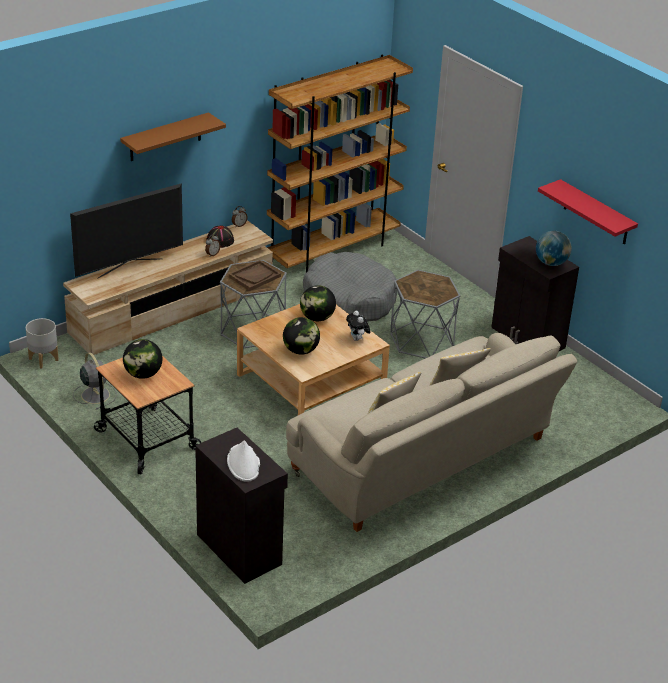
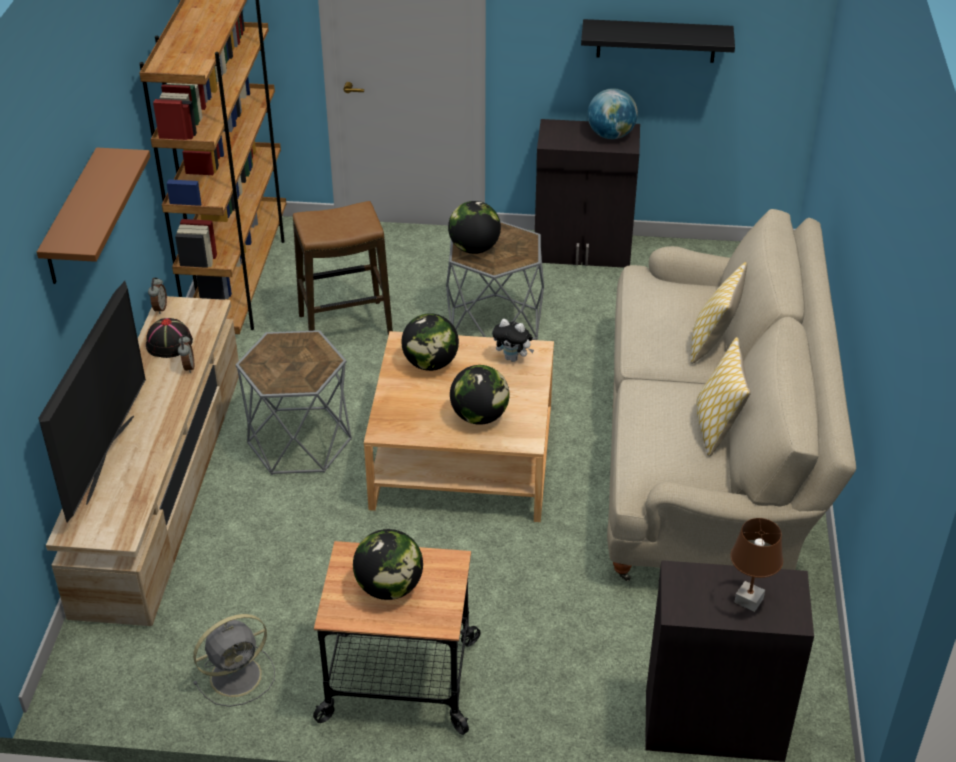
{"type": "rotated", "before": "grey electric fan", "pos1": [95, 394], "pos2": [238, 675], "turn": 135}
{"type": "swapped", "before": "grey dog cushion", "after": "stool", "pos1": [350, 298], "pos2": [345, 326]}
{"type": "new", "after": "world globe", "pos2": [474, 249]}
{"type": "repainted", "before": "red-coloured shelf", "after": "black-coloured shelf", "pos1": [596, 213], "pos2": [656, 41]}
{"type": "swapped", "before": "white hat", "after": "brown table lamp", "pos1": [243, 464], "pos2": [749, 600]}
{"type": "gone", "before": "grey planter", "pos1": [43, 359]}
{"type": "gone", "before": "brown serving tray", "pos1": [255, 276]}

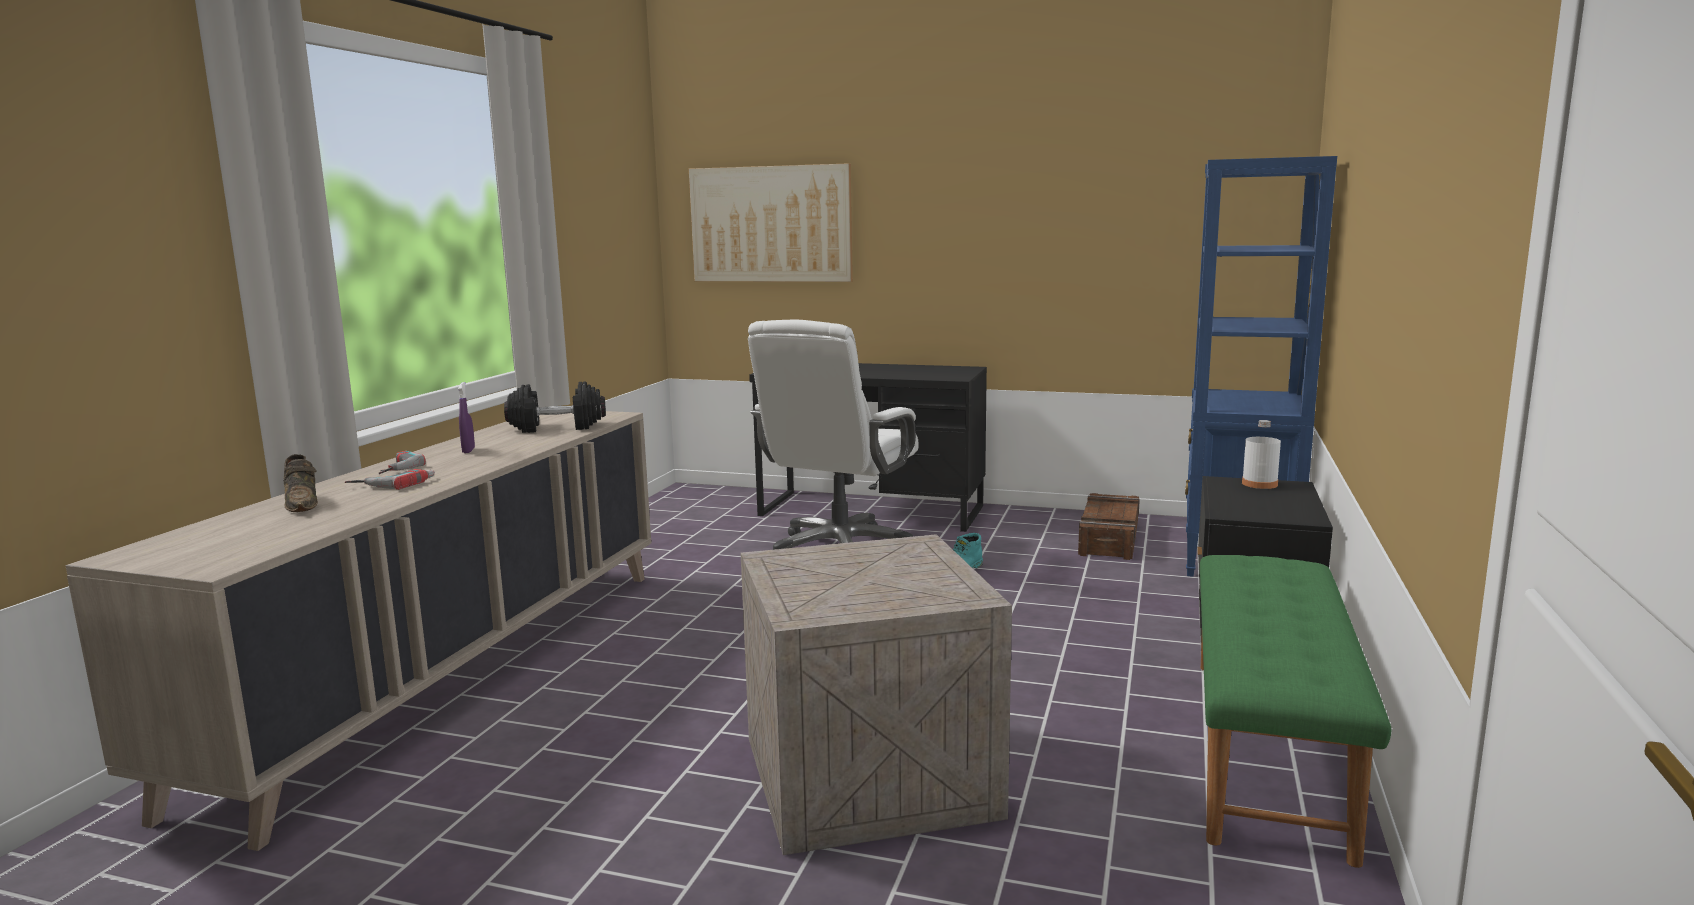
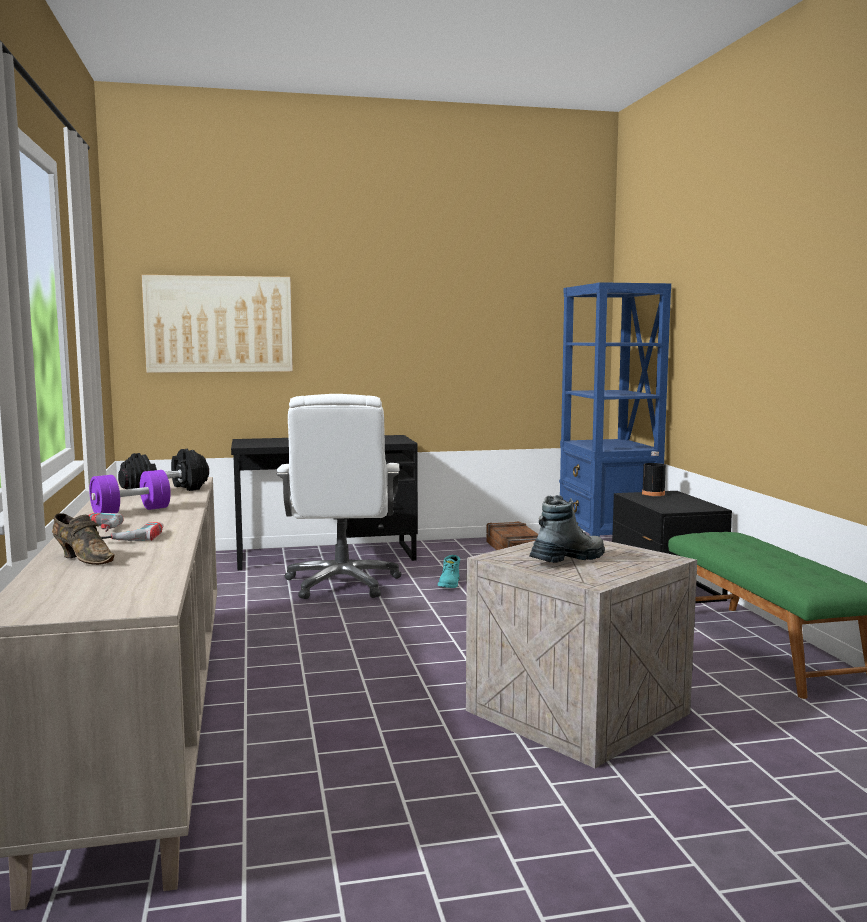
{"type": "swapped", "before": "purple sprayer", "after": "purple free weight", "pos1": [468, 450], "pos2": [131, 511]}
{"type": "new", "after": "boot", "pos2": [567, 559]}
{"type": "repainted", "before": "white bottle", "after": "black-coloured bottle", "pos1": [1259, 484], "pos2": [653, 494]}

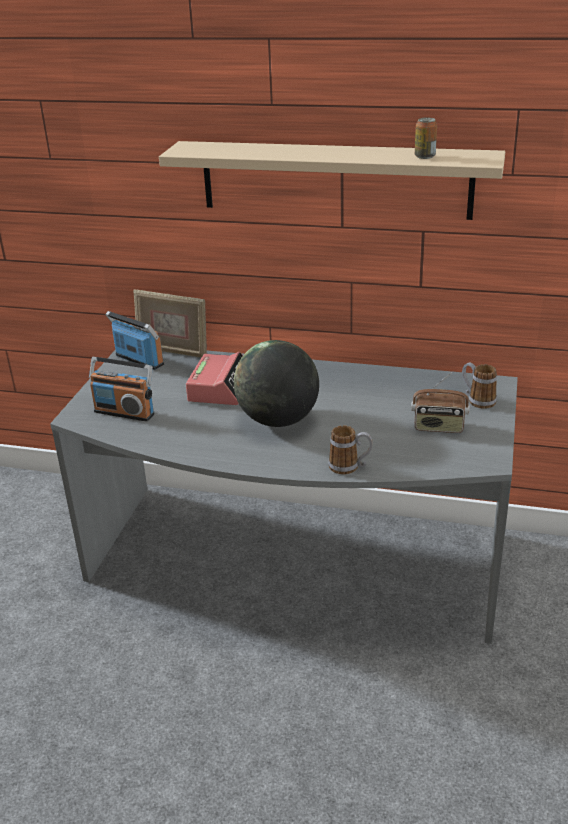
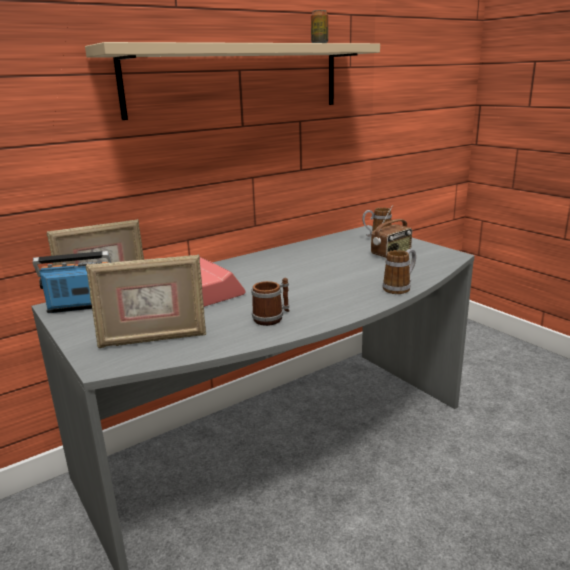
{"type": "swapped", "before": "radio receiver", "after": "standing frame", "pos1": [124, 412], "pos2": [153, 339]}
{"type": "new", "after": "tea mug", "pos2": [272, 318]}
{"type": "gone", "before": "world globe", "pos1": [278, 420]}

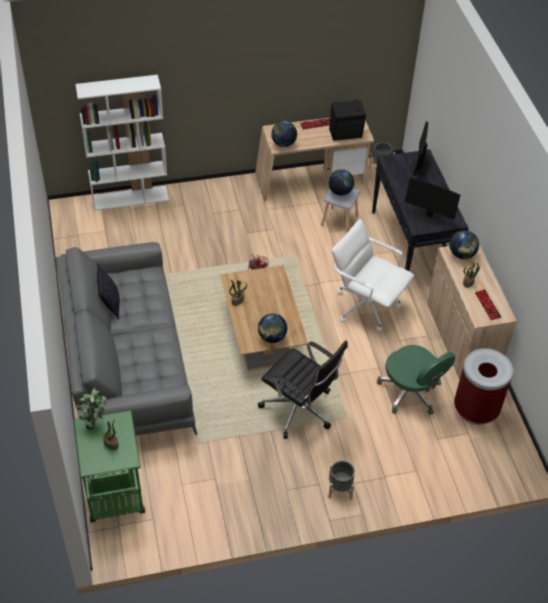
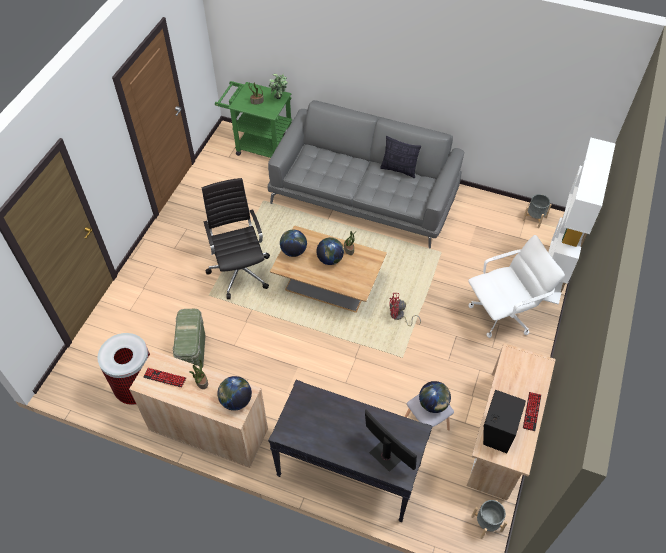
{"type": "swapped", "before": "greenish computer chair", "after": "greenish storage box", "pos1": [411, 392], "pos2": [193, 352]}
{"type": "rotated", "before": "black-coloured computer chair", "pos1": [300, 410], "pos2": [240, 270], "turn": 90}
{"type": "shifted", "before": "world globe", "pos1": [283, 144], "pos2": [330, 259]}
{"type": "shifted", "before": "white computer chair", "pos1": [366, 306], "pos2": [503, 314]}
{"type": "shifted", "before": "grey planter", "pos1": [340, 488], "pos2": [534, 218]}
{"type": "gone", "before": "computer screen", "pos1": [429, 216]}

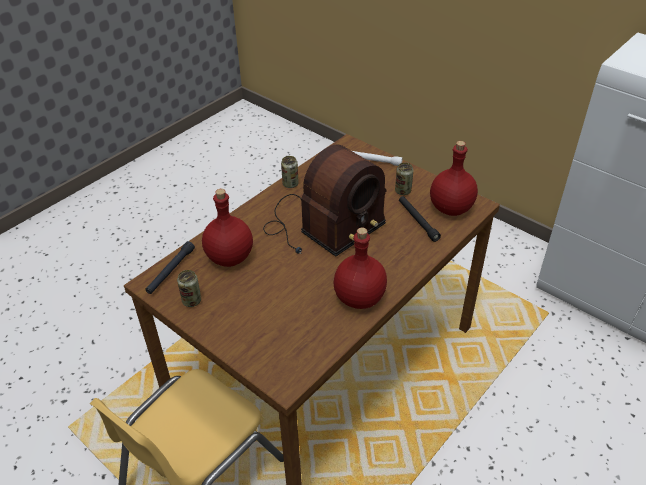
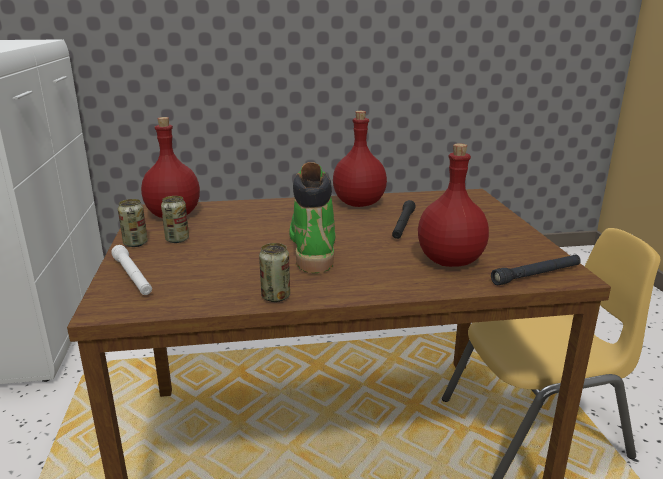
{"type": "shifted", "before": "can", "pos1": [192, 301], "pos2": [135, 243]}
{"type": "swapped", "before": "radio receiver", "after": "greenish boot", "pos1": [322, 226], "pos2": [312, 247]}
{"type": "shifted", "before": "black-coloured hand torch", "pos1": [417, 221], "pos2": [403, 225]}

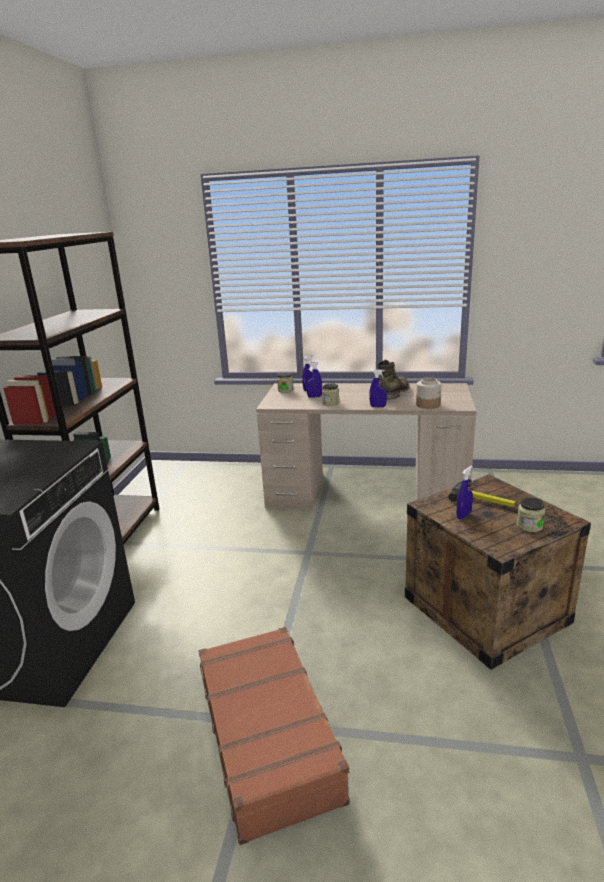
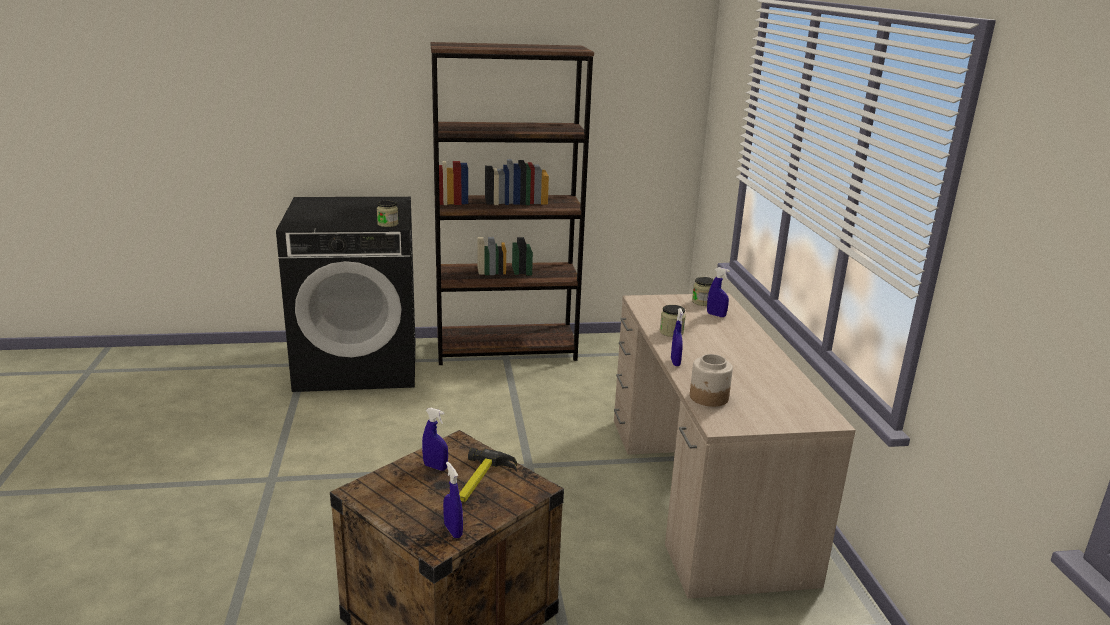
{"type": "shifted", "before": "preserve jar", "pos1": [529, 526], "pos2": [387, 224]}
{"type": "shifted", "before": "blue-coloured sprayer", "pos1": [314, 397], "pos2": [453, 531]}
{"type": "gone", "before": "brown travel case", "pos1": [269, 736]}
{"type": "gone", "before": "greenish boot", "pos1": [394, 393]}

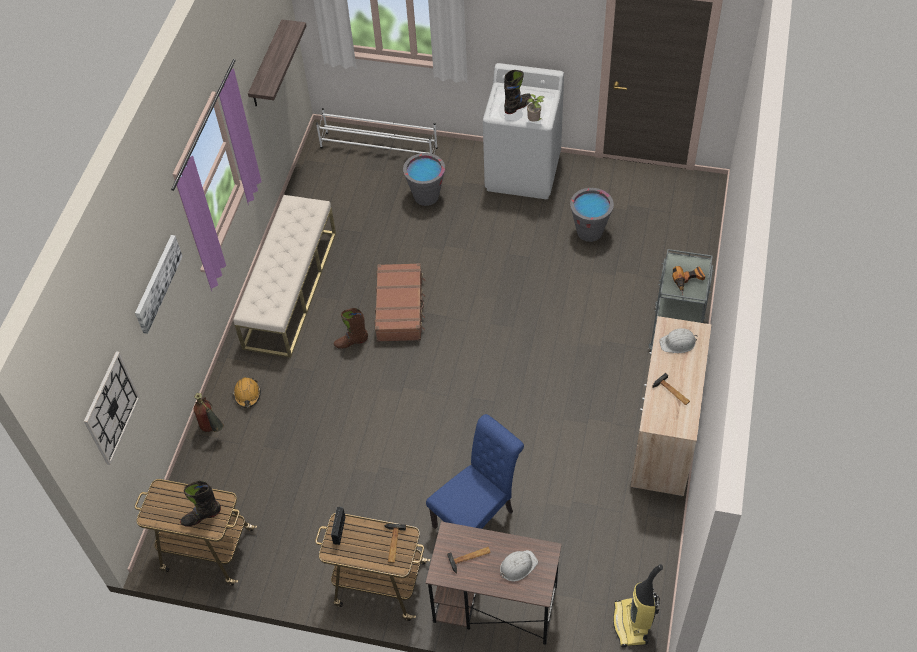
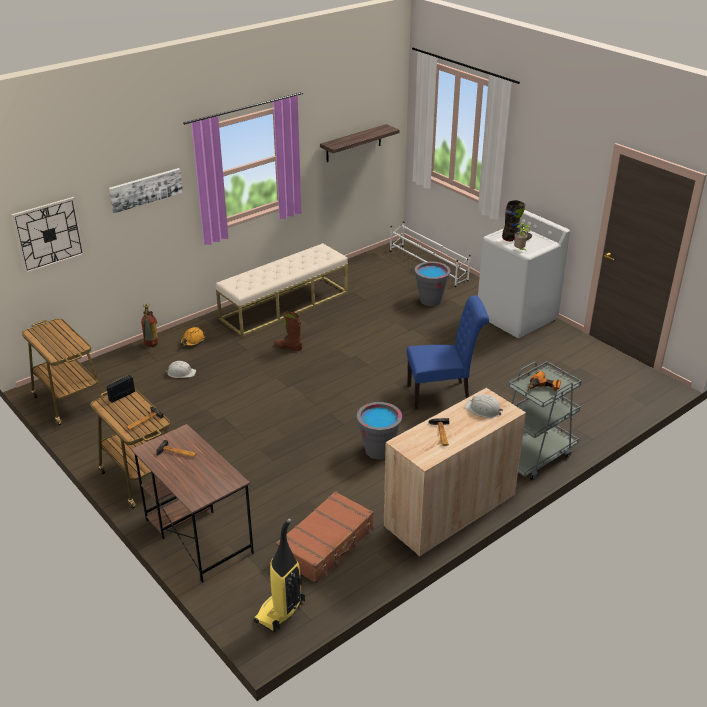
{"type": "shifted", "before": "white hard hat", "pos1": [517, 566], "pos2": [181, 373]}
{"type": "shifted", "before": "brown travel case", "pos1": [400, 308], "pos2": [327, 544]}
{"type": "shifted", "before": "grey pail", "pos1": [589, 231], "pos2": [378, 450]}
{"type": "shifted", "before": "blue-coloured chair", "pos1": [477, 516], "pos2": [442, 394]}
{"type": "gone", "before": "black-coloured boot", "pos1": [201, 516]}

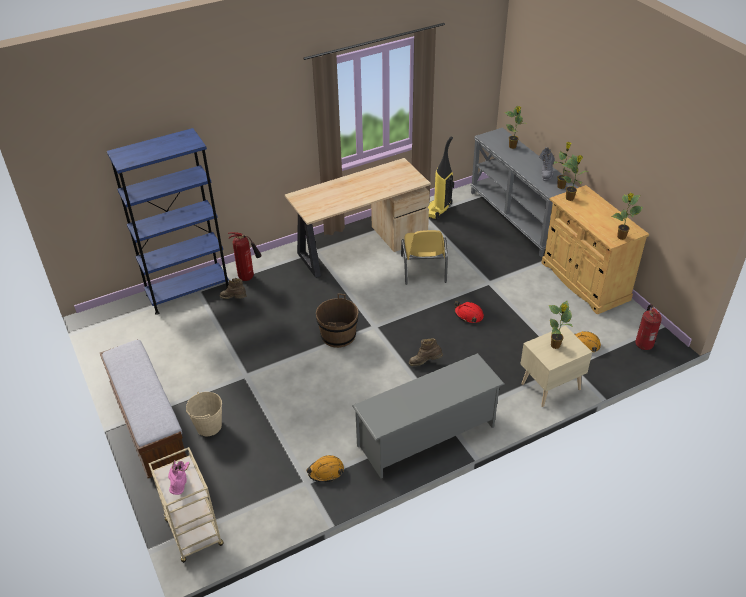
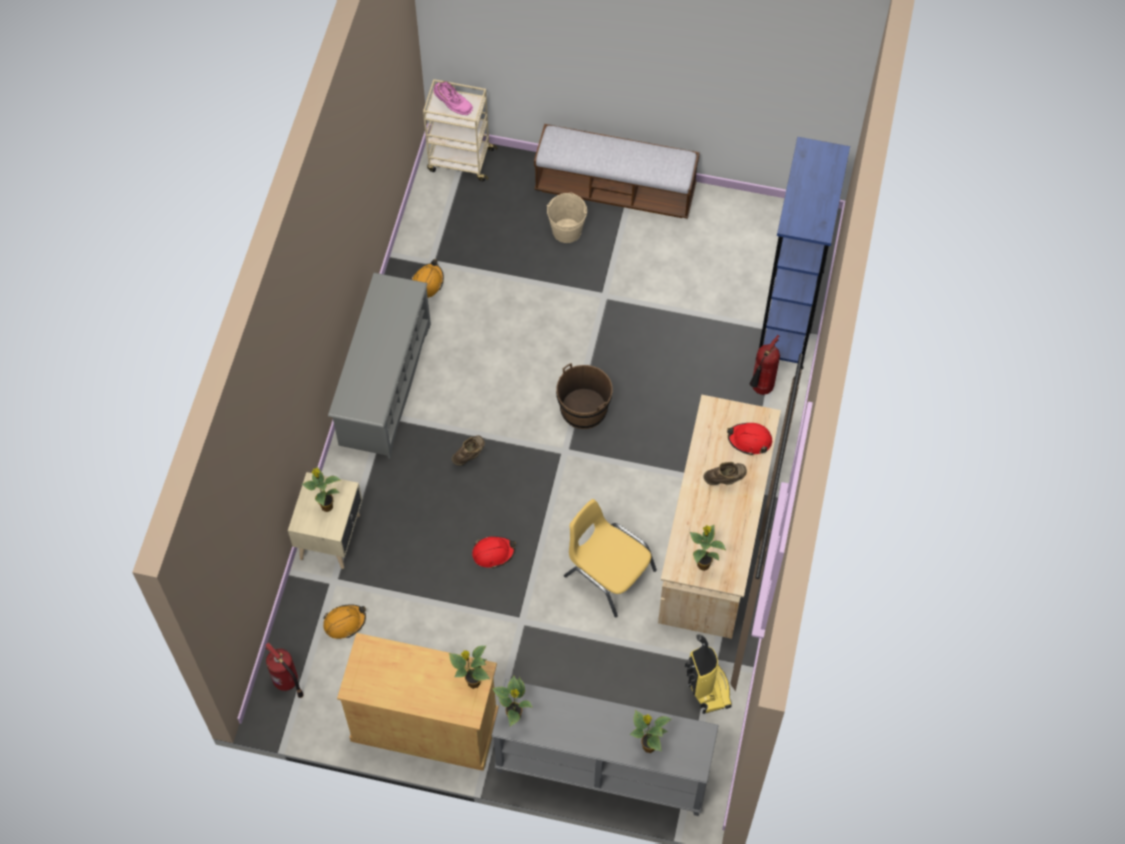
{"type": "shifted", "before": "potted plant", "pos1": [621, 237], "pos2": [703, 564]}
{"type": "shifted", "before": "brown boot", "pos1": [234, 299], "pos2": [725, 480]}
{"type": "new", "after": "red-coloured hard hat", "pos2": [749, 440]}
{"type": "gone", "before": "grey boot", "pos1": [546, 173]}

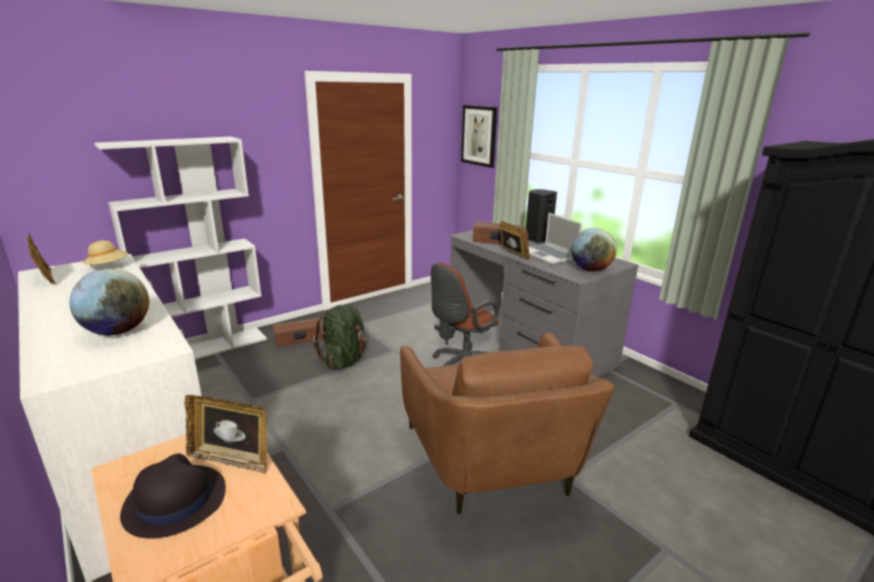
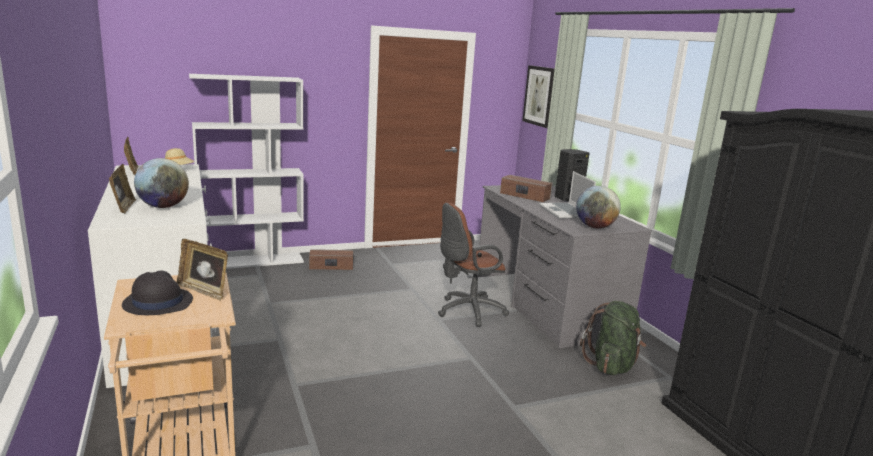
{"type": "shifted", "before": "standing frame", "pos1": [512, 255], "pos2": [124, 208]}
{"type": "shifted", "before": "greenish backpack", "pos1": [344, 360], "pos2": [611, 365]}
{"type": "gone", "before": "brown easy chair", "pos1": [494, 461]}

